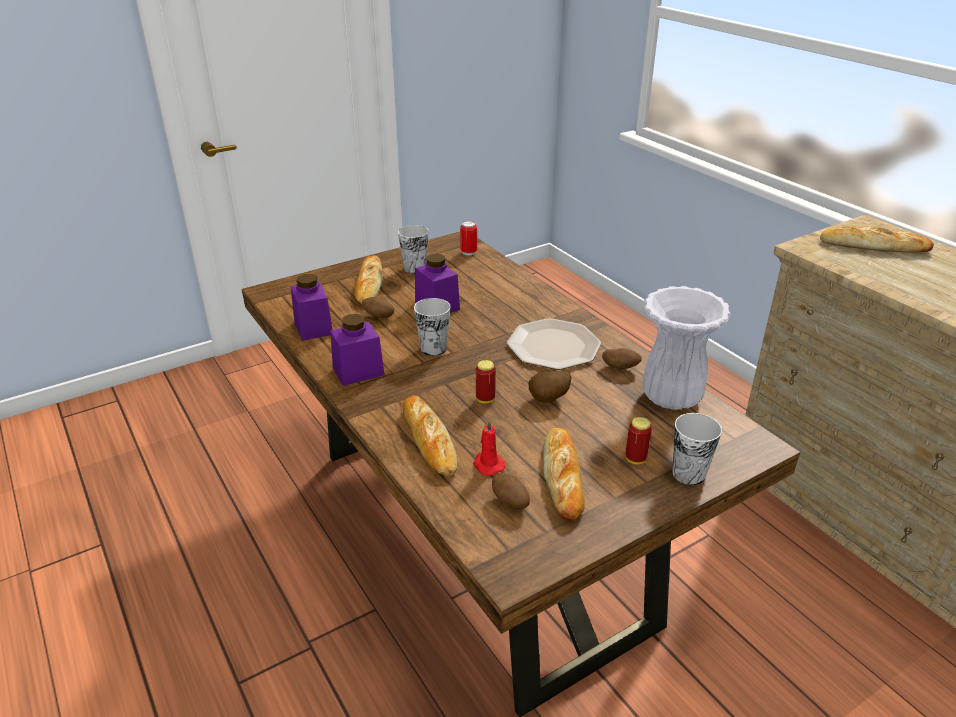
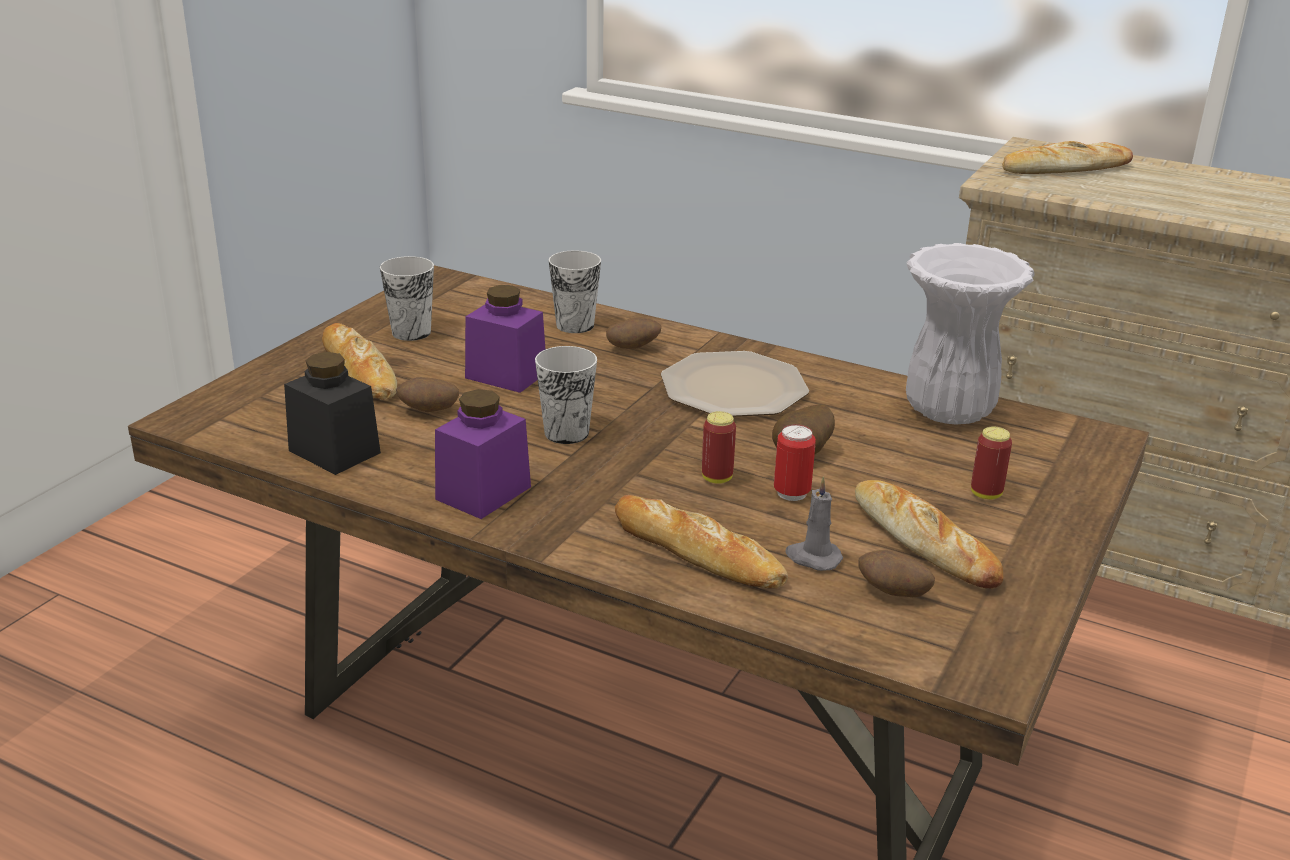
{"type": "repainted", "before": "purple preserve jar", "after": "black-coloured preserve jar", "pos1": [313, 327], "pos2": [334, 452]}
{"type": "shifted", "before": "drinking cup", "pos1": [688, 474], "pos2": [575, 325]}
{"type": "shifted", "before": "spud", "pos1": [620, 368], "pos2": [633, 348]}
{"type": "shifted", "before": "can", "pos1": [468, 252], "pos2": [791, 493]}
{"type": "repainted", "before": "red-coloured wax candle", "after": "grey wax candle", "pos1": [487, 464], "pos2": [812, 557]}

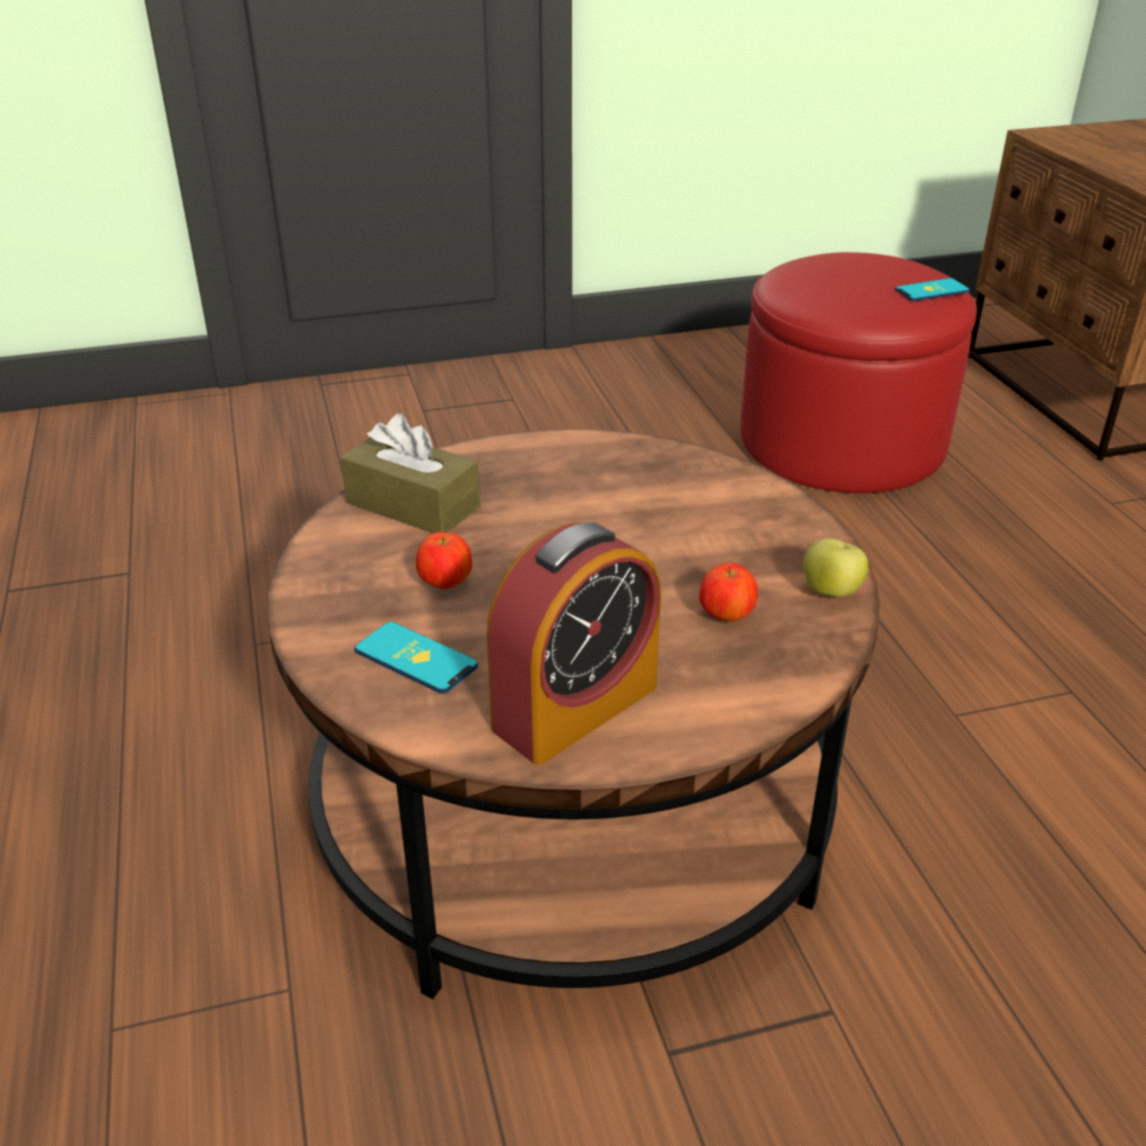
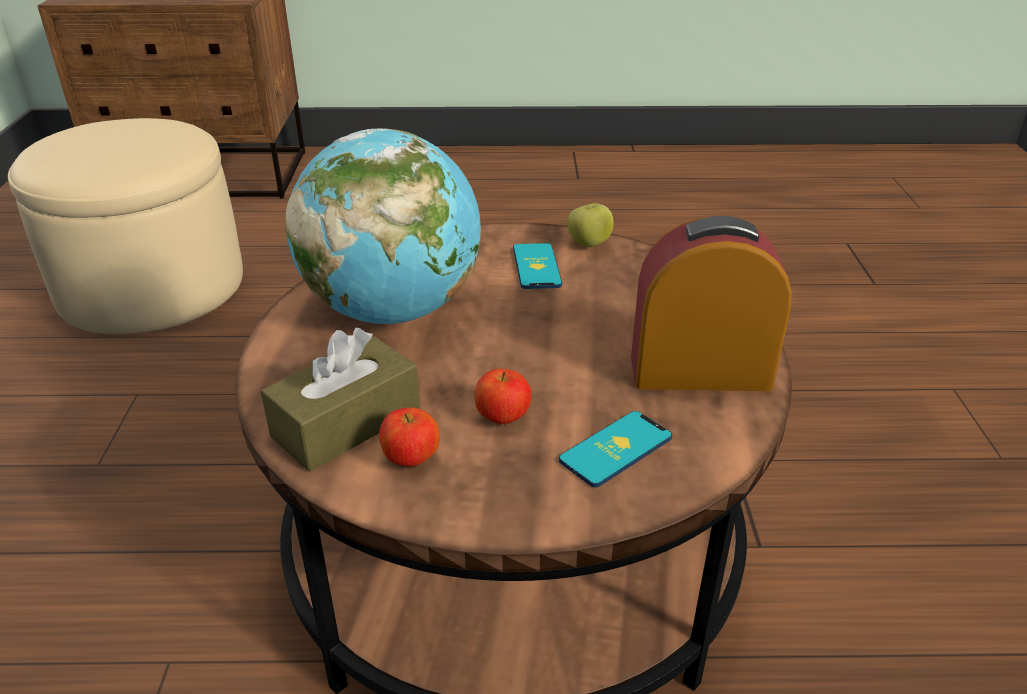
{"type": "repainted", "before": "red-coloured footrest", "after": "sand-coloured footrest", "pos1": [841, 442], "pos2": [152, 285]}
{"type": "new", "after": "world globe", "pos2": [393, 310]}
{"type": "shifted", "before": "whole apple", "pos1": [726, 616], "pos2": [411, 459]}
{"type": "shifted", "before": "telephone", "pos1": [931, 291], "pos2": [536, 267]}
{"type": "rotated", "before": "table clock", "pos1": [575, 707], "pos2": [700, 372], "turn": -60}

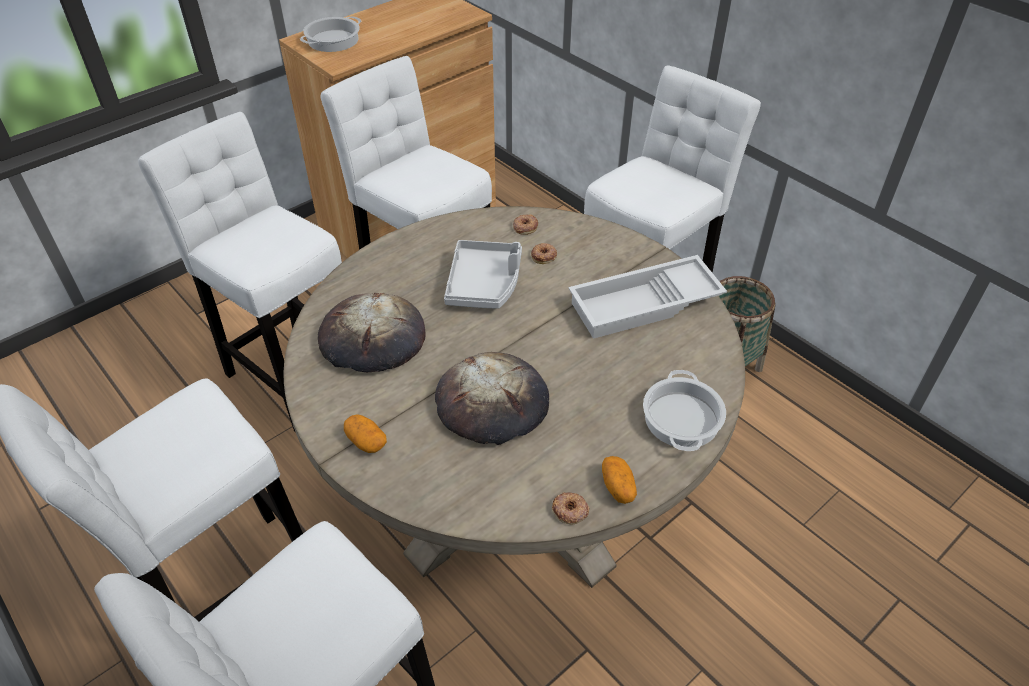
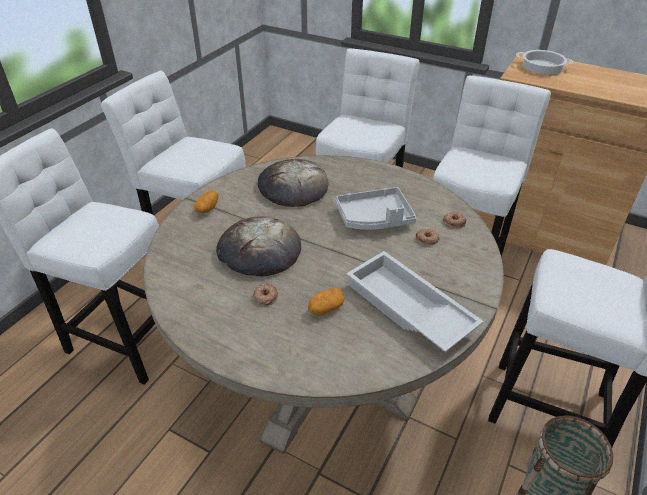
{"type": "shifted", "before": "ring doughnut", "pos1": [570, 510], "pos2": [265, 297]}
{"type": "shifted", "before": "spud", "pos1": [618, 487], "pos2": [326, 308]}
{"type": "gone", "before": "saucepot", "pos1": [681, 418]}

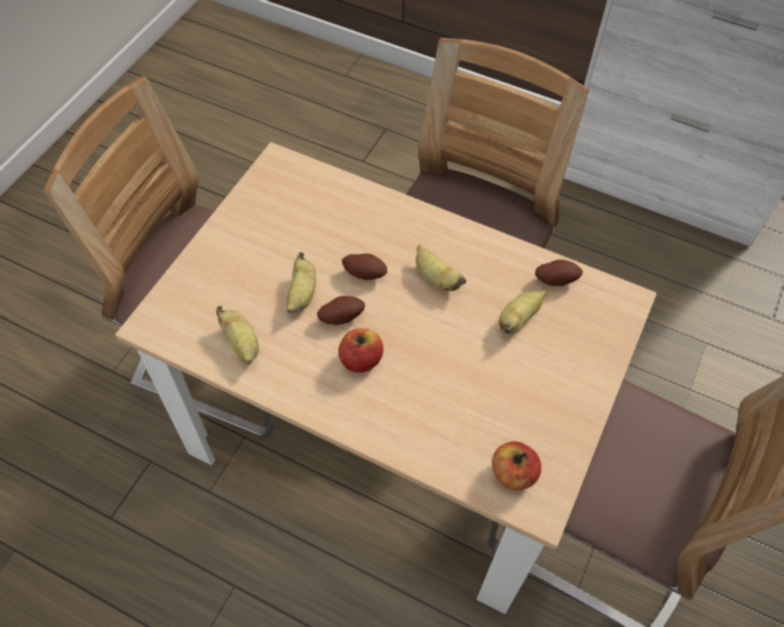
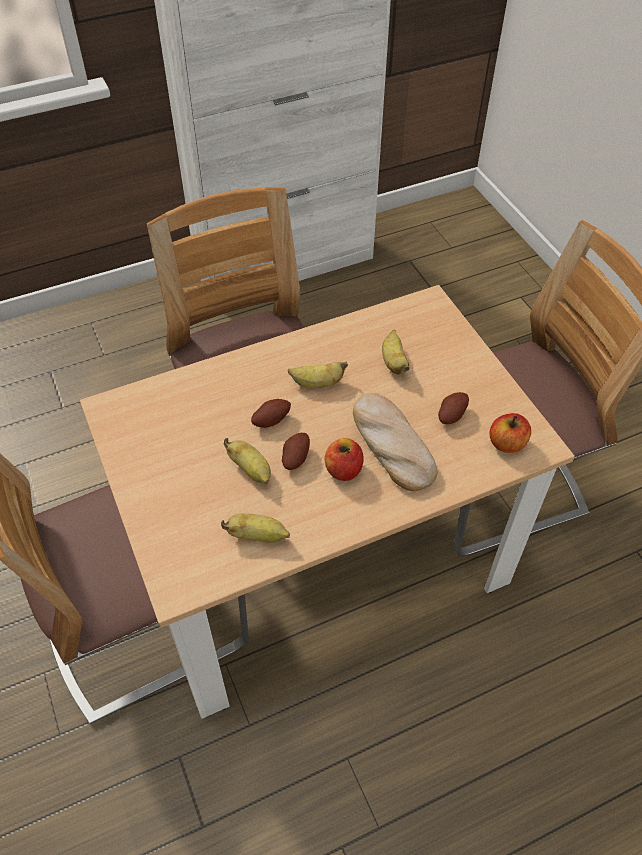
{"type": "new", "after": "bakery bread", "pos2": [391, 444]}
{"type": "shifted", "before": "spud", "pos1": [556, 279], "pos2": [450, 415]}

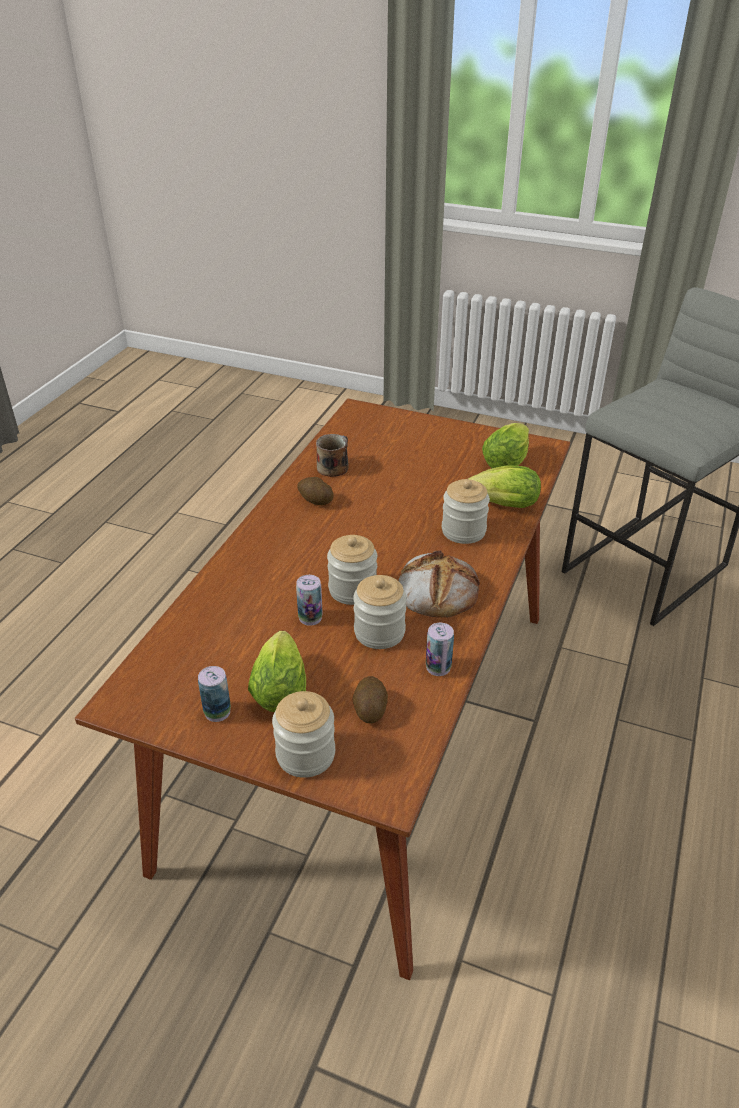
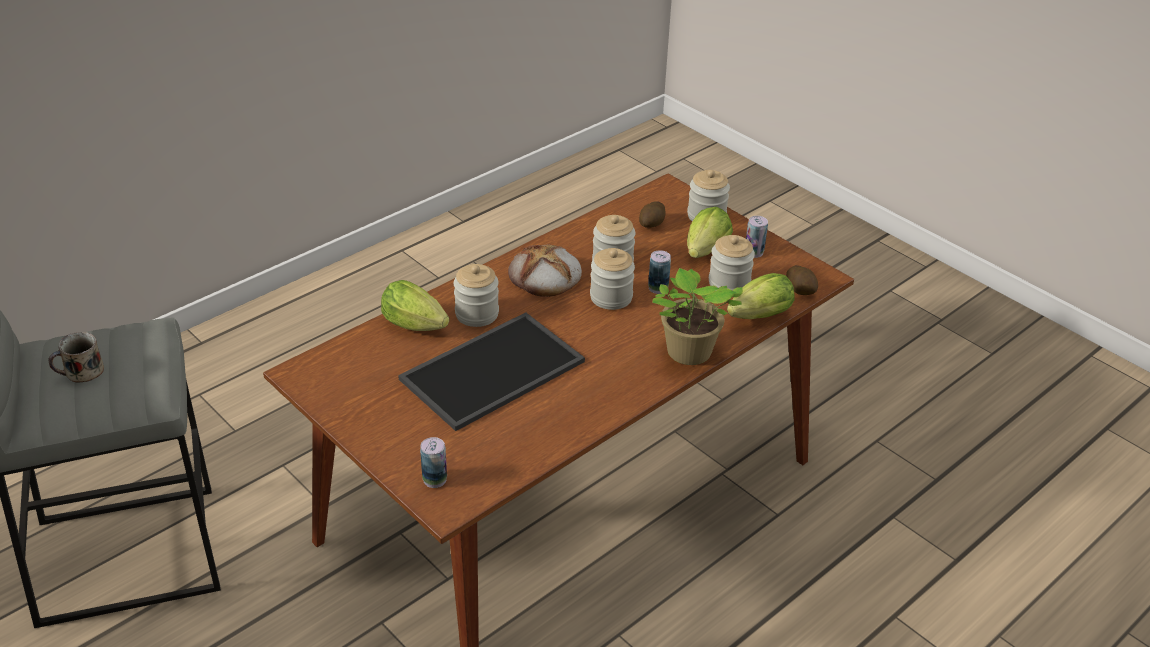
{"type": "shifted", "before": "tea mug", "pos1": [333, 466], "pos2": [82, 371]}
{"type": "new", "after": "serving tray", "pos2": [492, 368]}
{"type": "shifted", "before": "can", "pos1": [438, 667], "pos2": [434, 479]}
{"type": "new", "after": "potted plant", "pos2": [687, 354]}
{"type": "new", "after": "preserve jar", "pos2": [729, 283]}
{"type": "shifted", "before": "lettuce", "pos1": [507, 461], "pos2": [757, 317]}
{"type": "shifted", "before": "spud", "pos1": [315, 500], "pos2": [800, 290]}

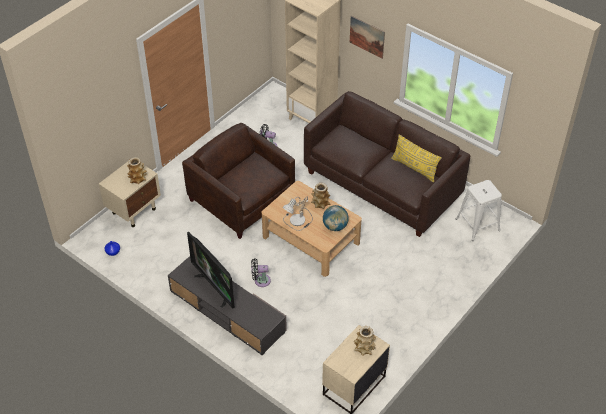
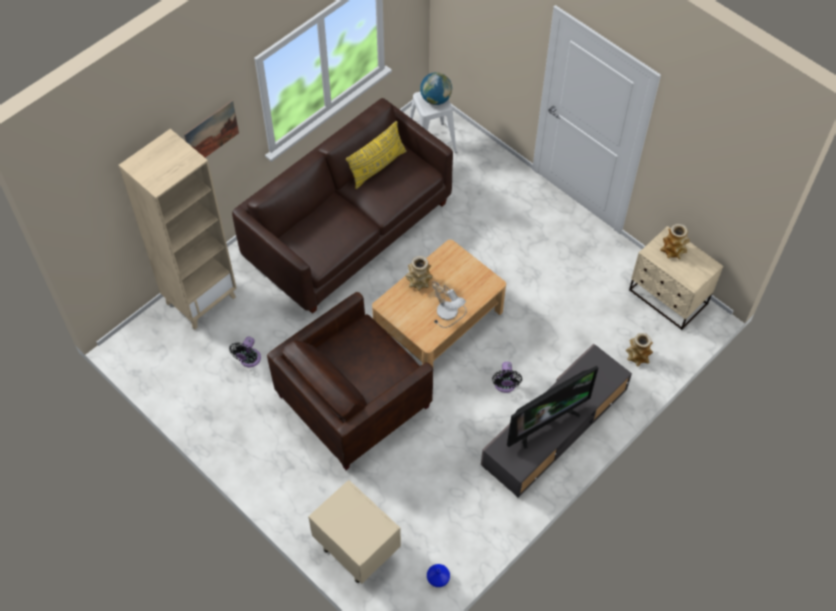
{"type": "shifted", "before": "world globe", "pos1": [335, 226], "pos2": [435, 99]}
{"type": "shifted", "before": "flower vase", "pos1": [138, 178], "pos2": [637, 356]}

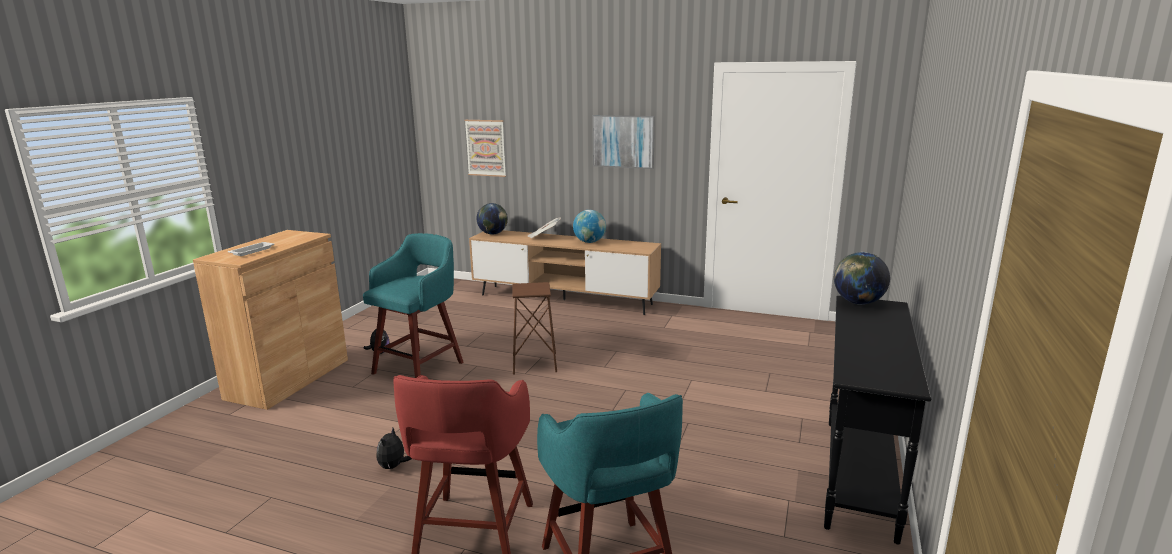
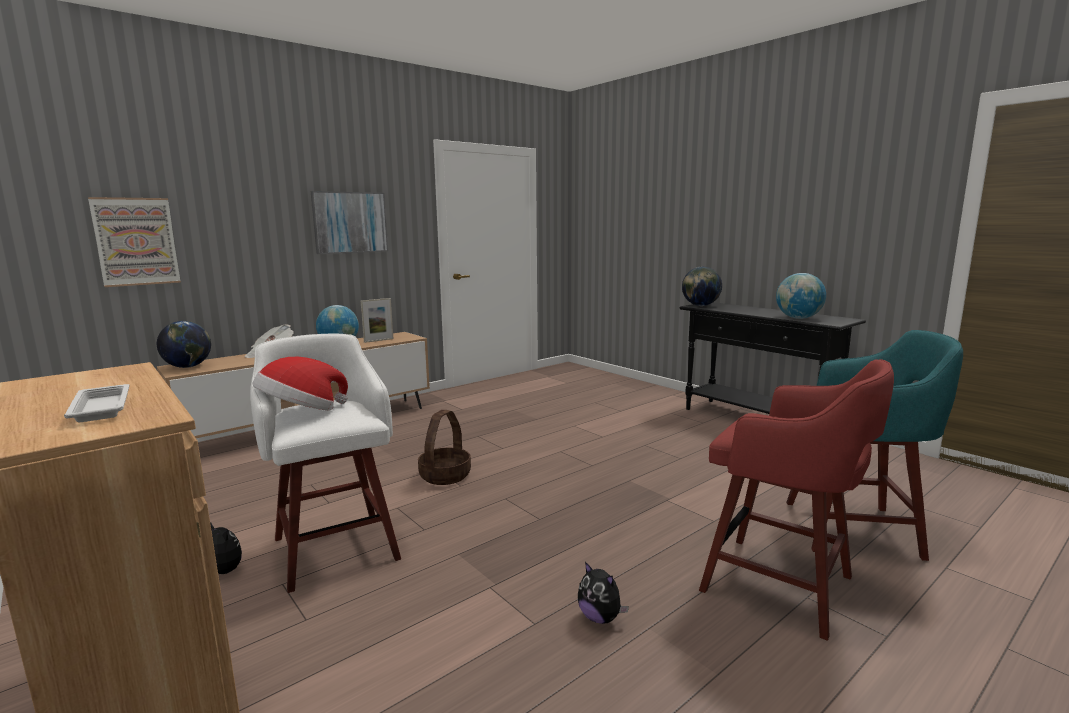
{"type": "repainted", "before": "turquoise-coloured stool", "after": "white stool", "pos1": [420, 367], "pos2": [335, 546]}
{"type": "new", "after": "hat", "pos2": [301, 412]}
{"type": "new", "after": "standing frame", "pos2": [378, 340]}
{"type": "swapped", "before": "brown stool", "after": "storage basket", "pos1": [535, 363], "pos2": [445, 475]}
{"type": "new", "after": "world globe", "pos2": [798, 318]}

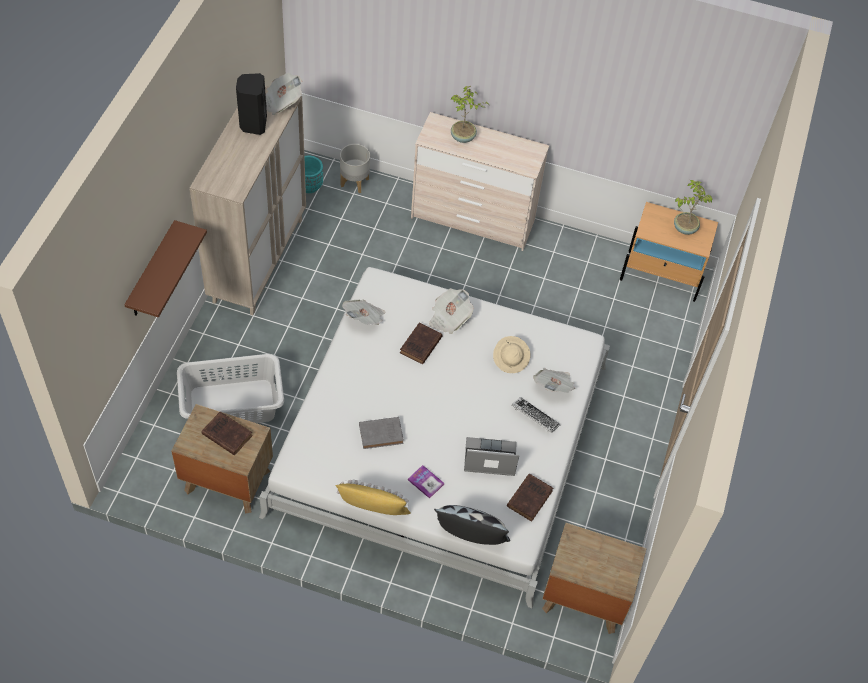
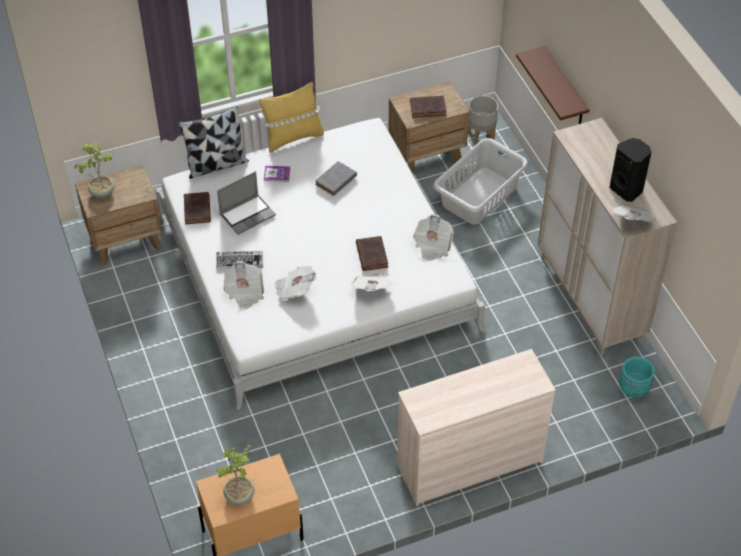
{"type": "shifted", "before": "potted plant", "pos1": [463, 138], "pos2": [102, 192]}
{"type": "swapped", "before": "sand-coloured hat", "after": "daily paper", "pos1": [511, 360], "pos2": [294, 290]}
{"type": "shifted", "before": "grey planter", "pos1": [354, 182], "pos2": [481, 134]}

